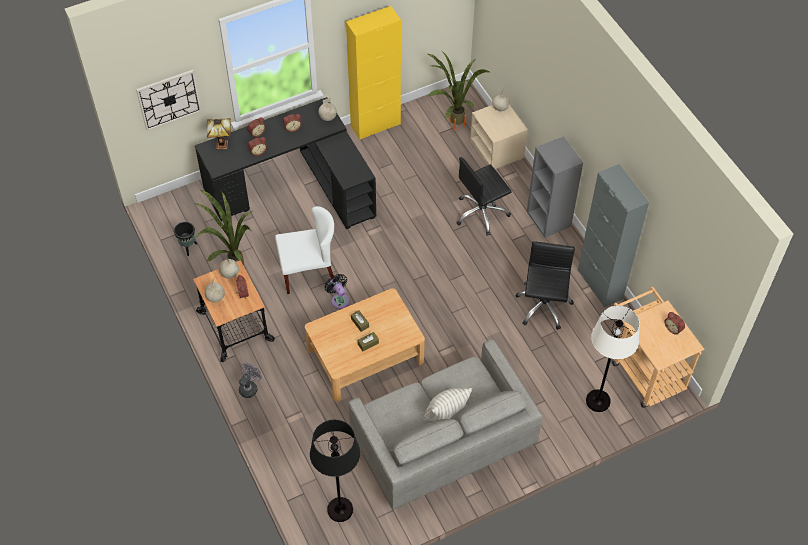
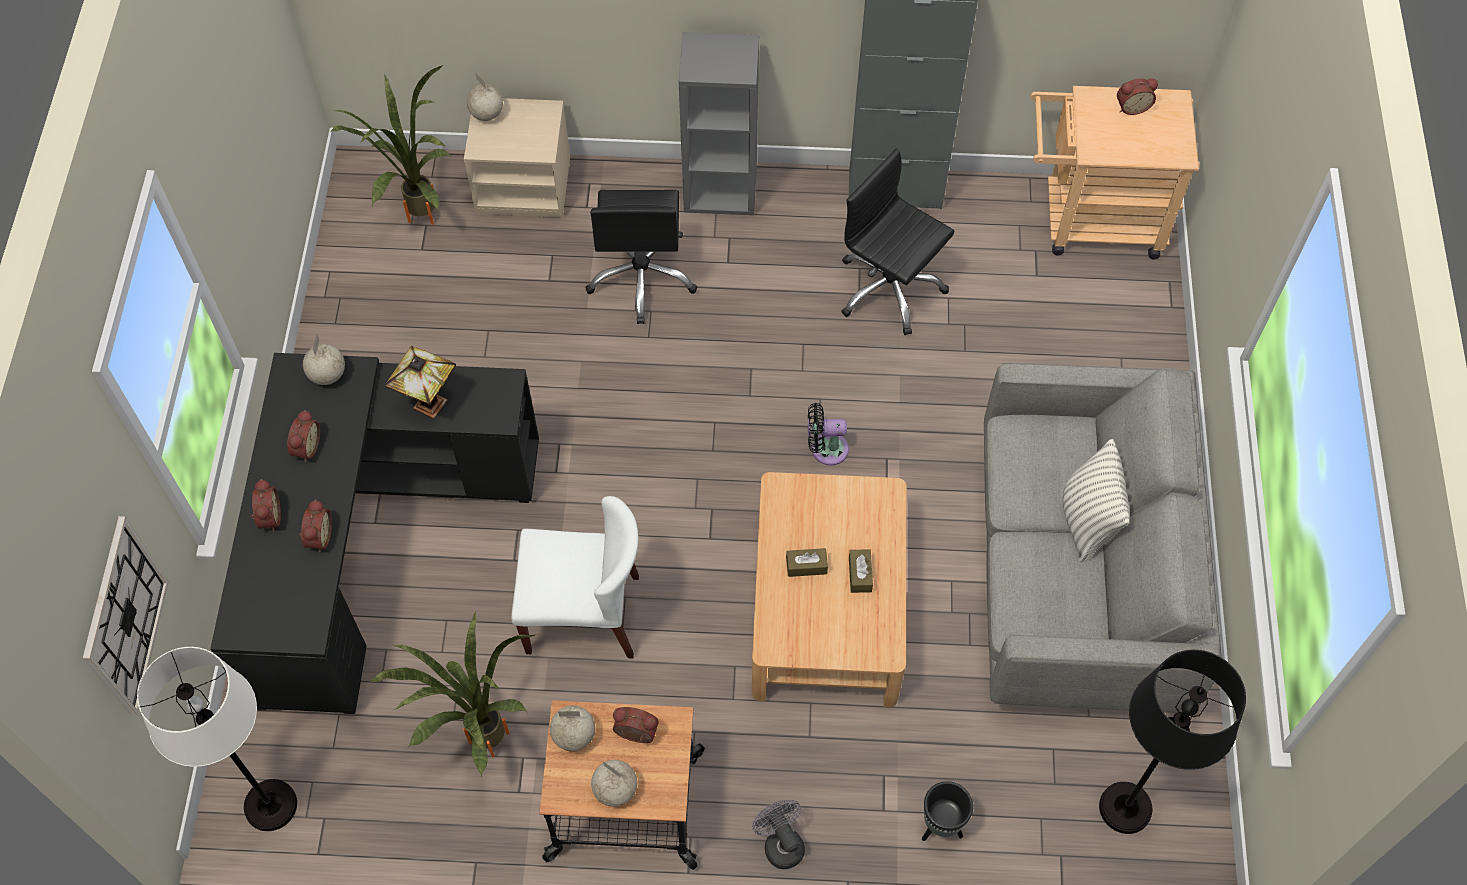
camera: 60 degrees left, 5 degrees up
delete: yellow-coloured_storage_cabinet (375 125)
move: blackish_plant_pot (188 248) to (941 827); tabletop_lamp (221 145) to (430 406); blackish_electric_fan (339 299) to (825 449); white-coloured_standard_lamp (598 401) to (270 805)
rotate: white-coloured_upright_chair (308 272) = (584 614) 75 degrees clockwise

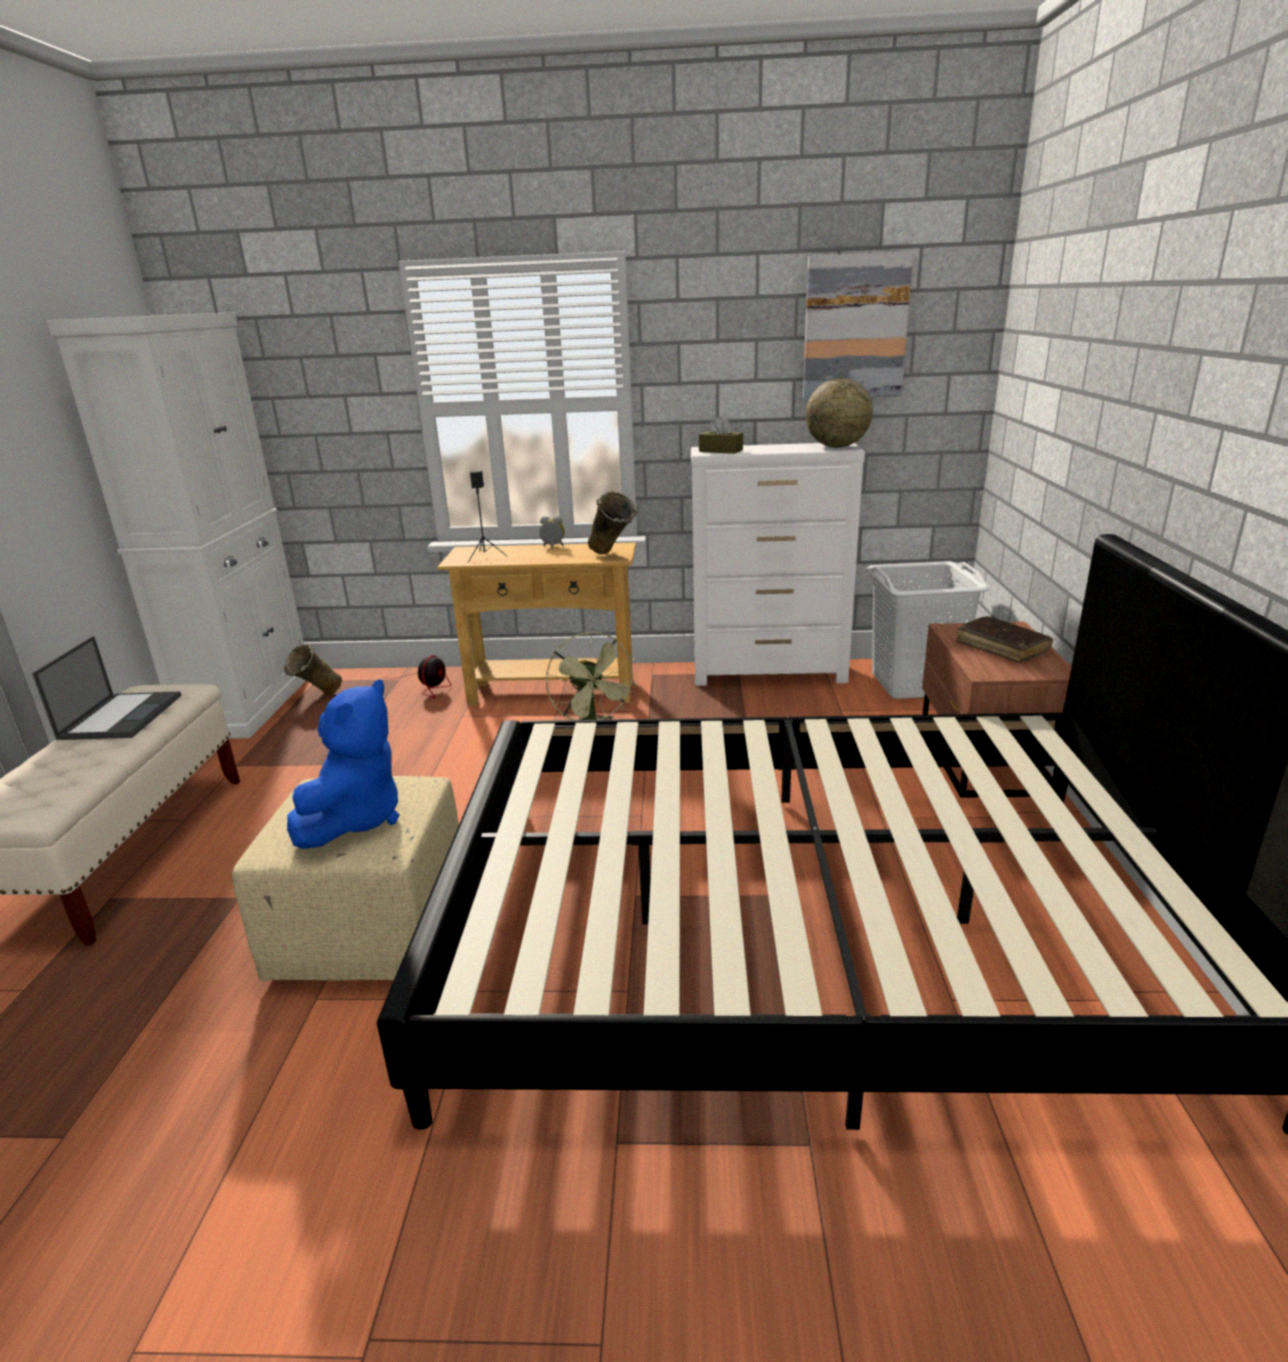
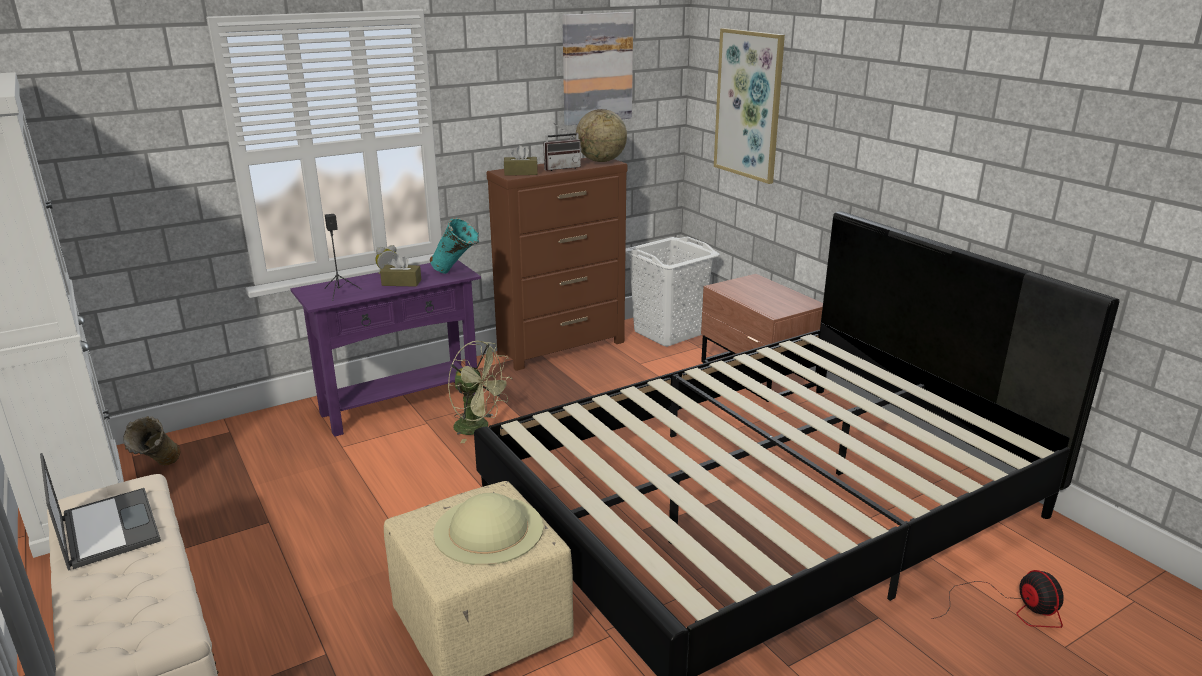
camera: 35 degrees left, 0 degrees up
delete: brown_volume (1002 647)
insert: brown_tissue_box (401 282); radio_set (561 168); wall_picture (749 105)
move: electric_fan (430 686) to (1009 609)
replace: blue_soft_toy (355 819) to beige-coloured_hat (488 529)
recolor: beige-coloured_hall_table (552 692) to purple_hall_table (401 405); beige-coloured_flower_vase (612 556) to turquoise-coloured_flower_vase (457 273); white-coloured_drawer_chest (770 674) to brown_drawer_chest (563 348)

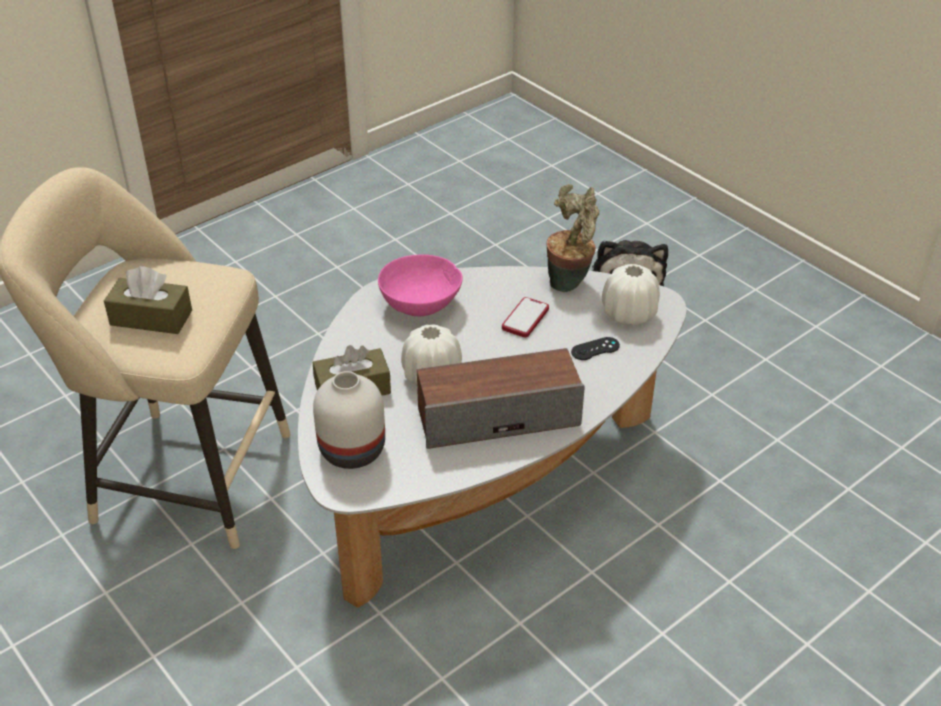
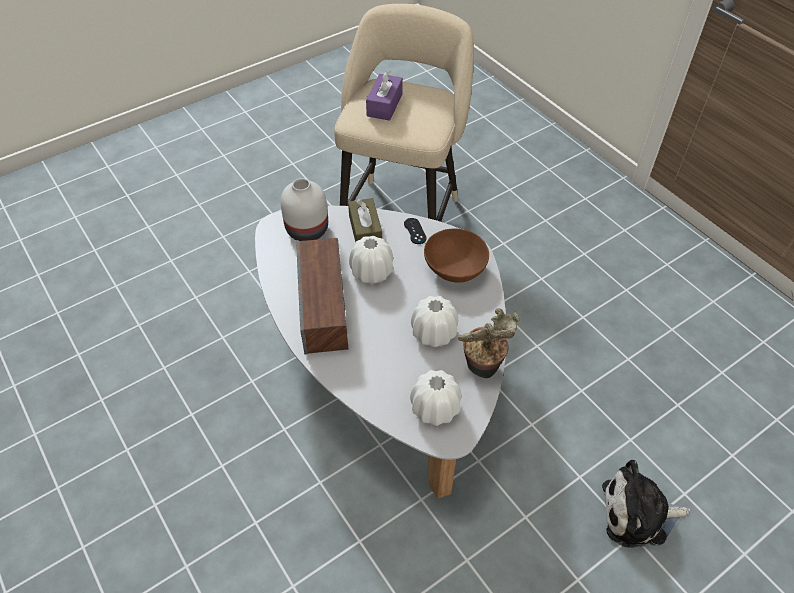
camera: 95 degrees right, 10 degrees up
move: blackish_game_controller (595 349) to (415 231)
replace: handset (525 318) to white-coloured_flower_vase (433 333)
recolor: brown_tissue_box (151 318) to purple_tissue_box (384 105); pink-coloured_bowl (420 305) to brown_bowl (455 269)

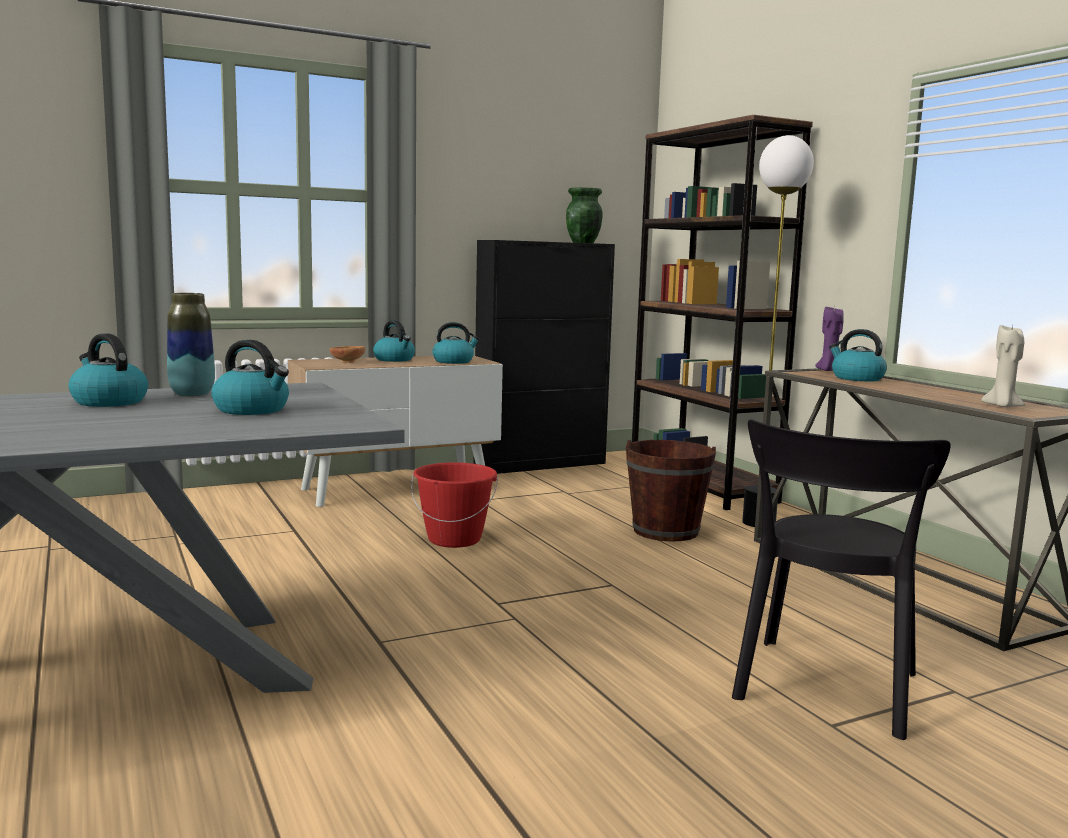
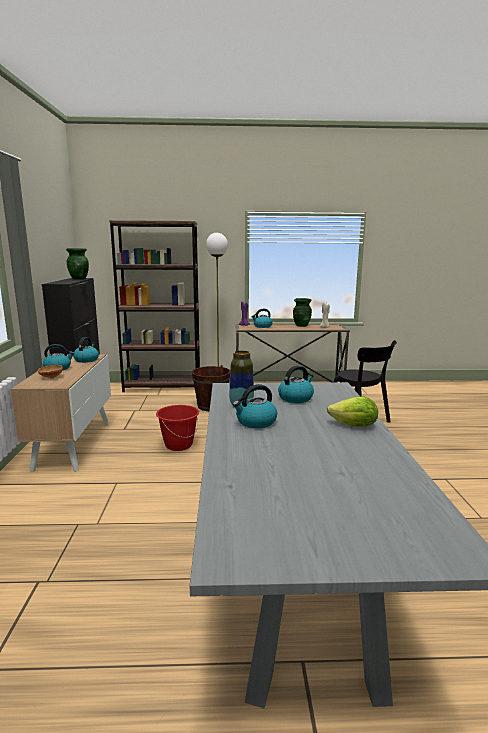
camera: 65 degrees left, 5 degrees up
insert: greenish_flower_vase (301 325); lettuce (354 426)

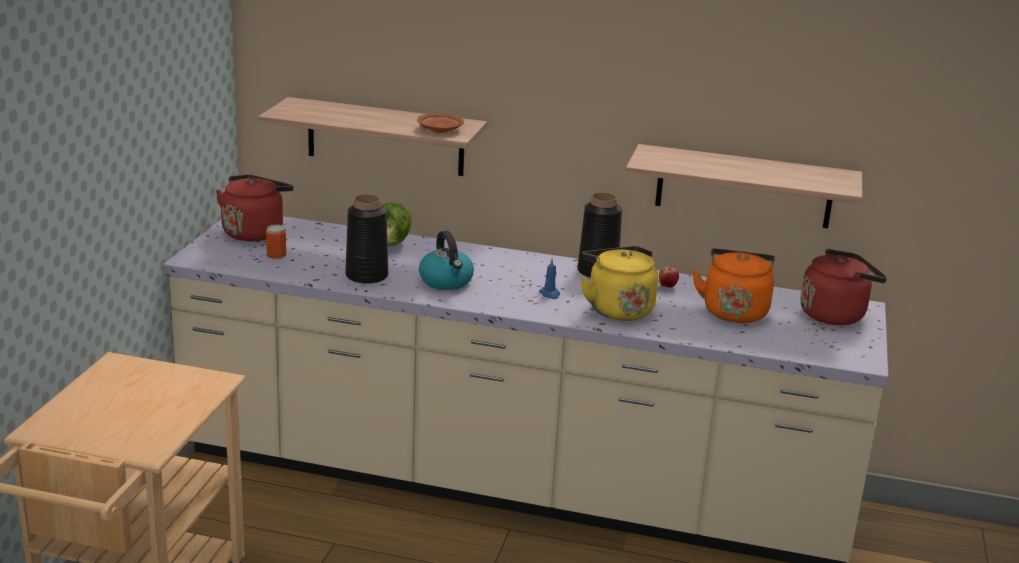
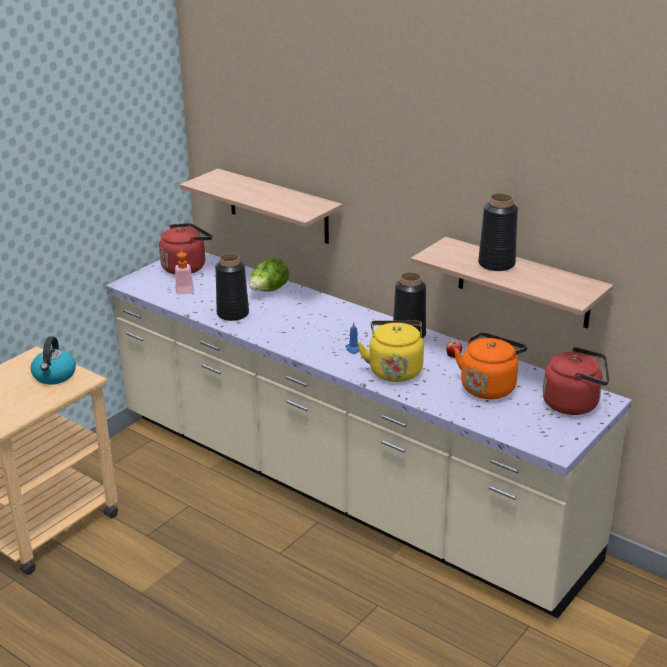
camera: 25 degrees right, 5 degrees up
delete: brown_flat_dish (439 130)
insert: blackish_flower_vase (496 264)
move: water_kettle (446 281) to (54 376)
replace: can (276 256) to soap_bottle (184 288)

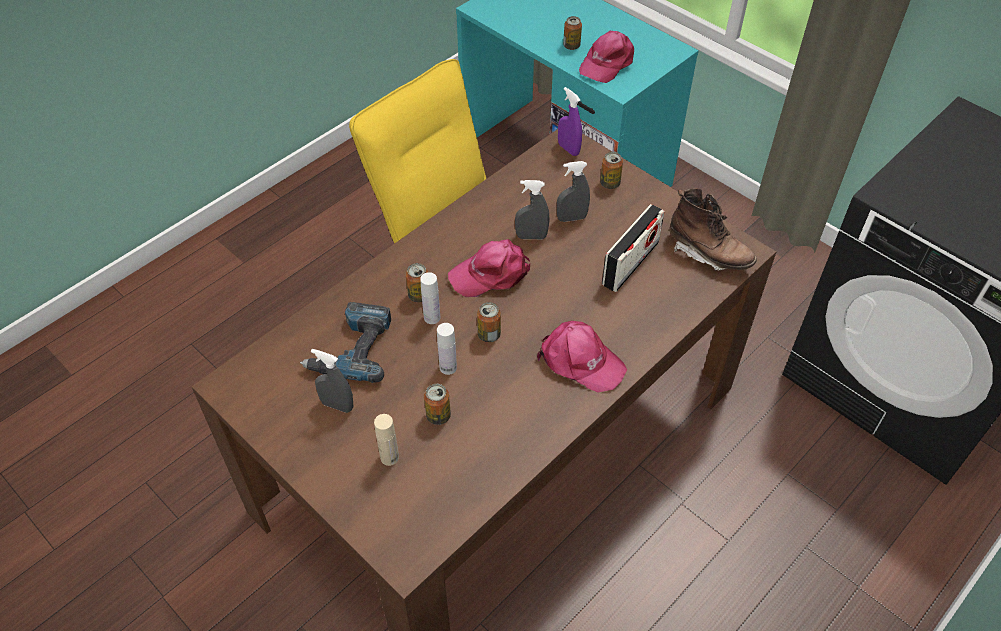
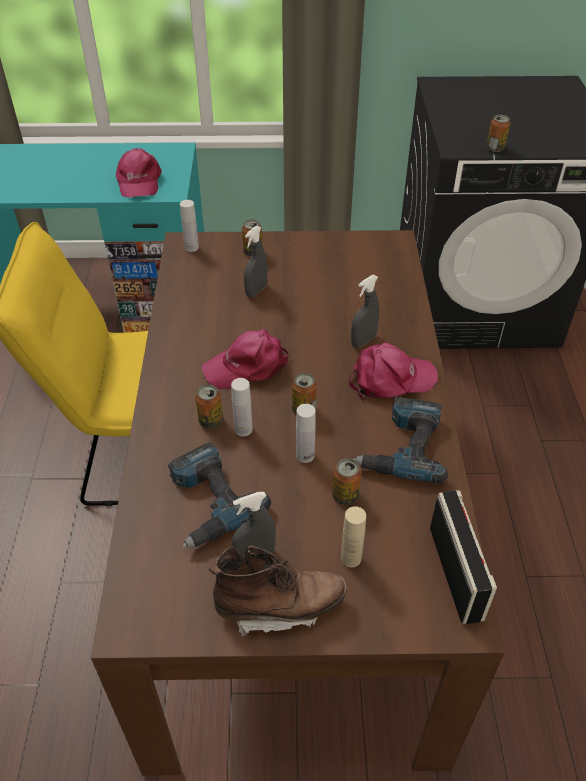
camera: 45 degrees left, 5 degrees down
insert: electric_drill (402 446)
move: grey_spray_bottle (531 236) to (363 341); can (571 46) to (495 148); radio_set (630 264) to (455 572); brown_high-top_boot (708 254) to (279 606)
replace: purple_spray_bottle (568 149) to white-coloured_drink_bottle (191 247)
rotate: pink-coloured_peaked_cap (491 273) = (247 366) 45 degrees clockwise

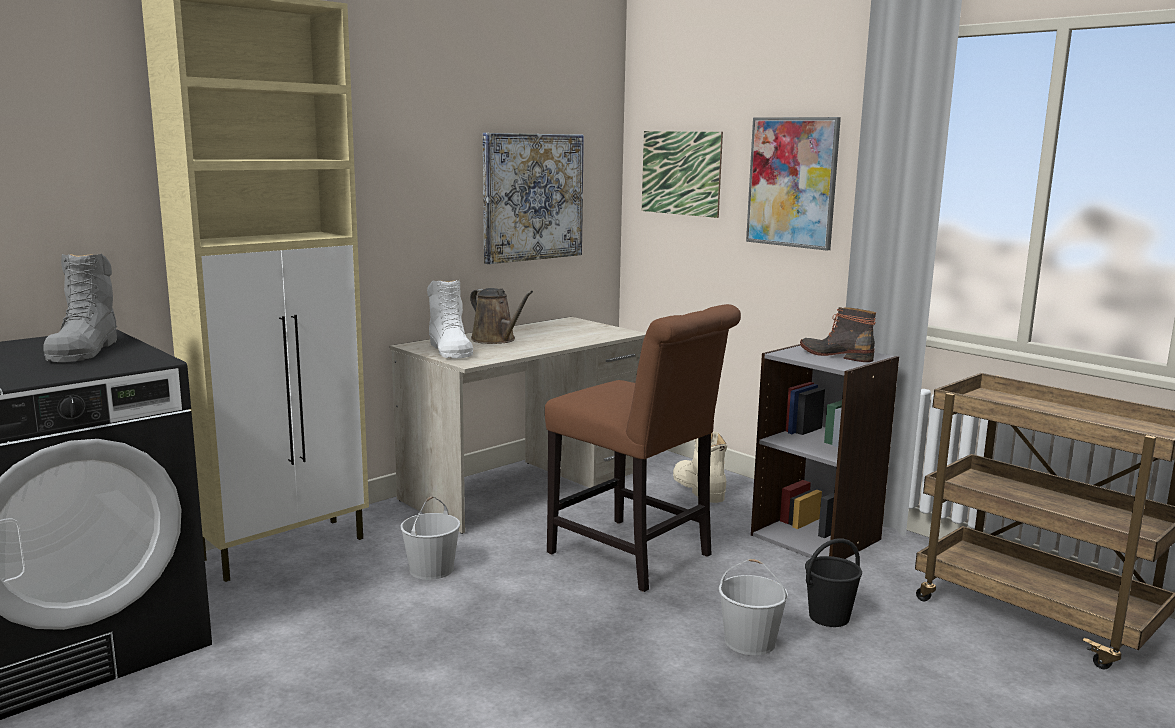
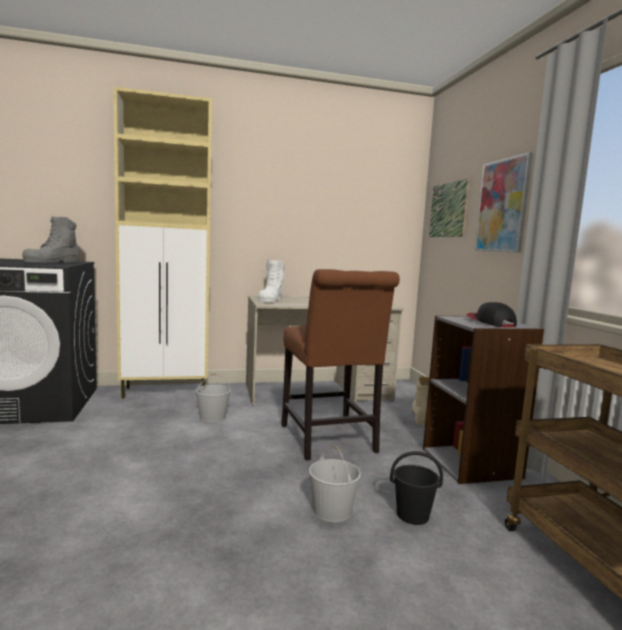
camera: 30 degrees right, 5 degrees down
delete: brown_watering_pot (496 340); wall_picture (532 197)
replace: high-top_boot (836 355) to peaked_cap (490 322)

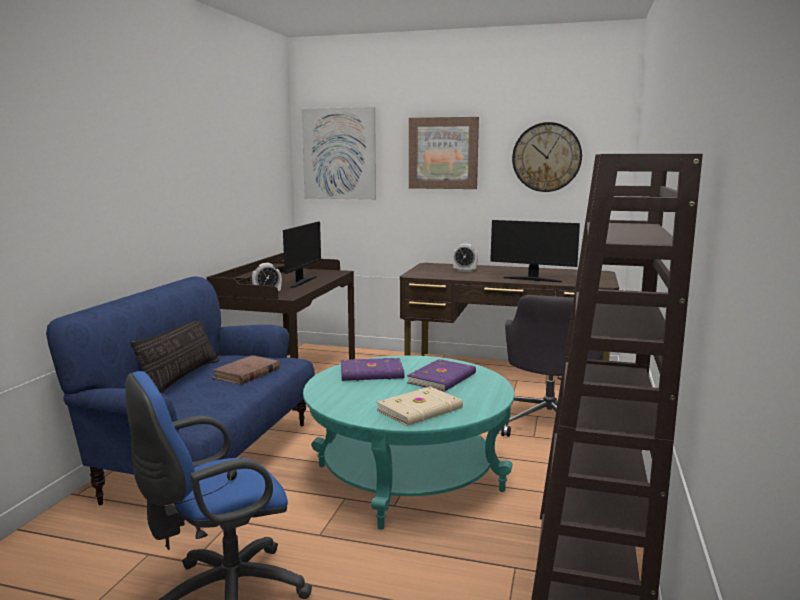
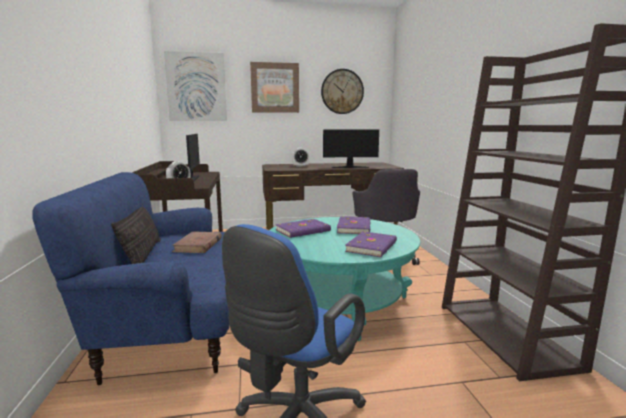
camera: 25 degrees left, 0 degrees up
recolor: beige-coloured_volume (421 410) to purple_volume (372 247)

